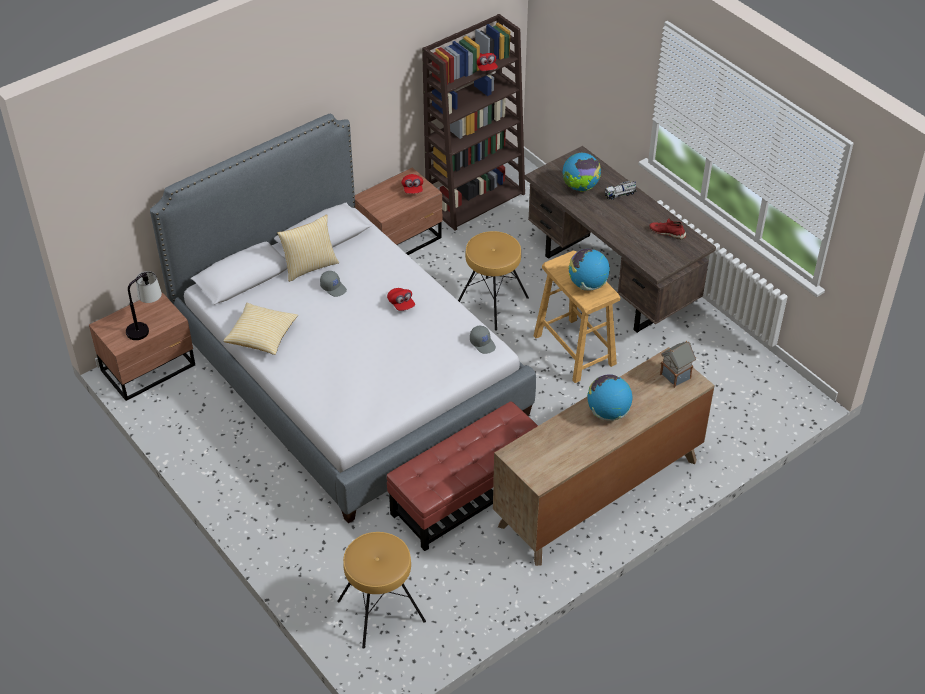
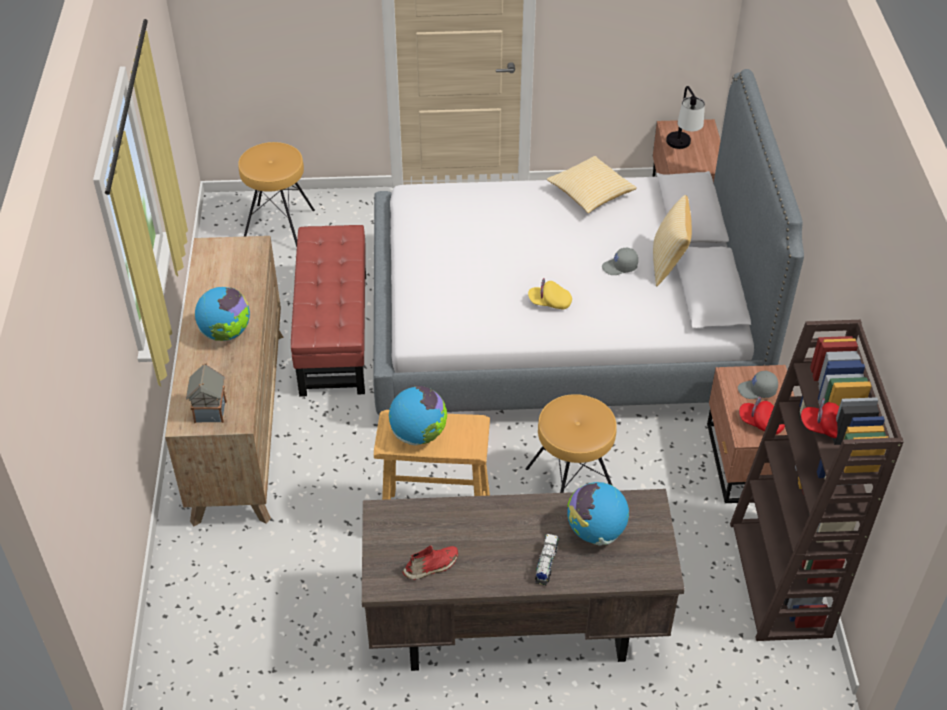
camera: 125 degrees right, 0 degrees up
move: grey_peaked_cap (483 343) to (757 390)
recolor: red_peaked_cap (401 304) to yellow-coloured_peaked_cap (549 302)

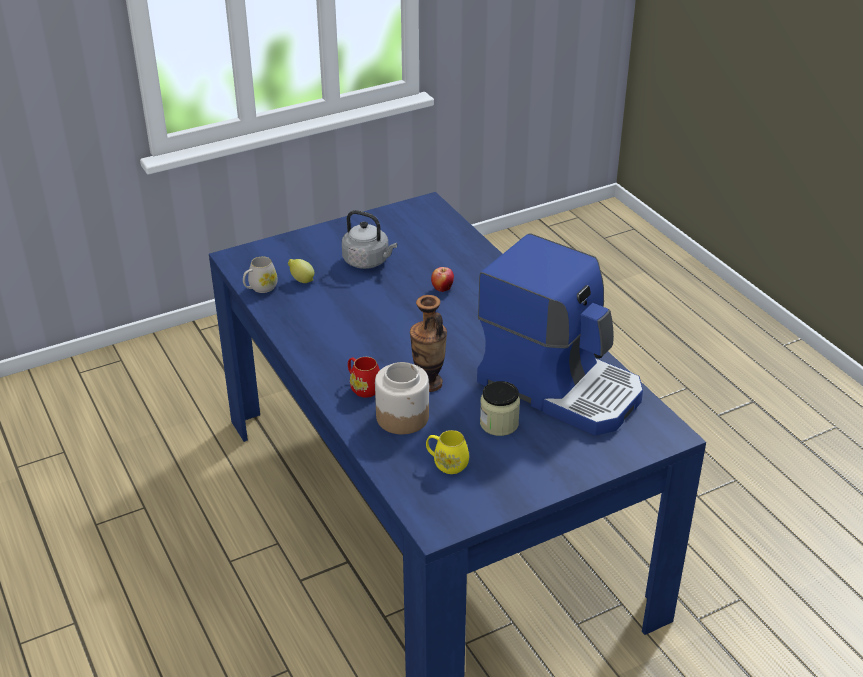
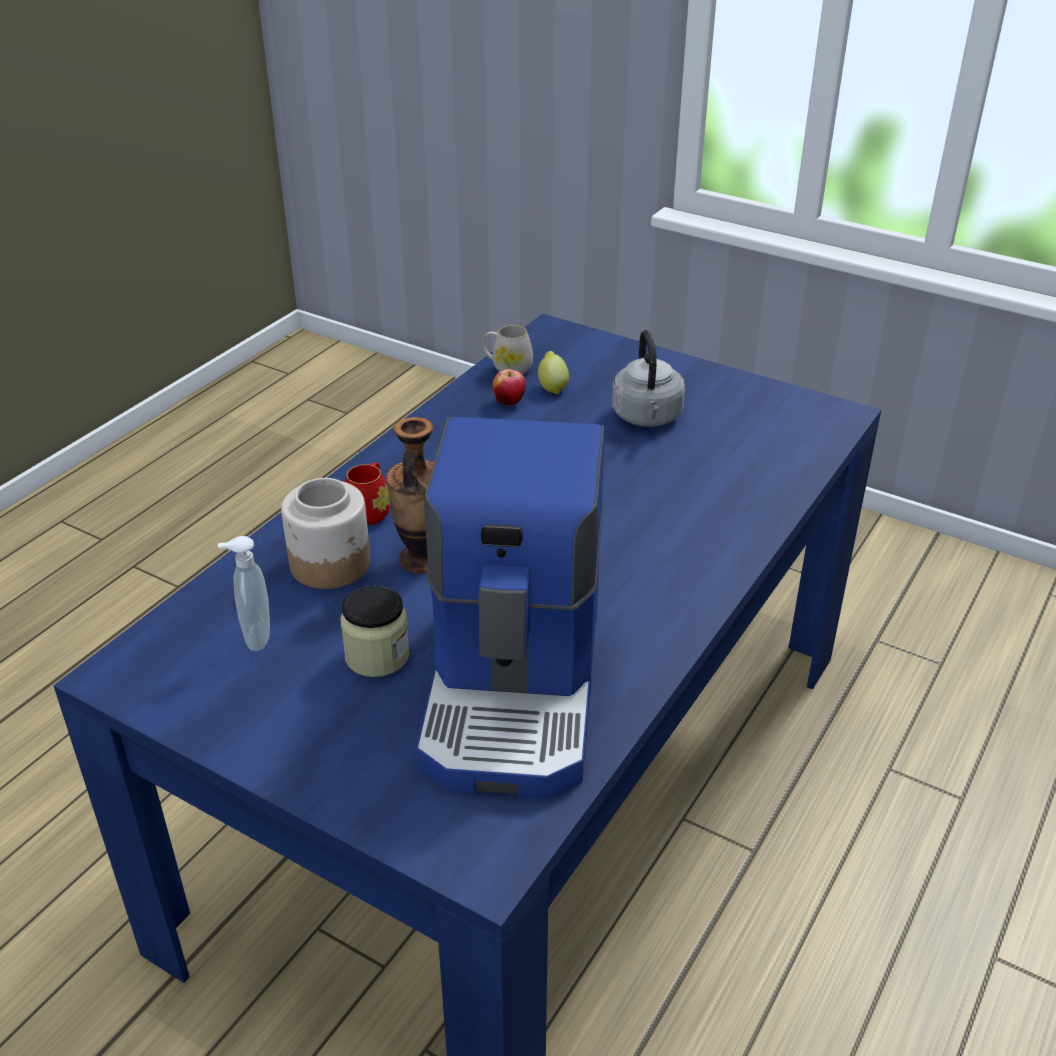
camera: 60 degrees right, 0 degrees up
move: apple (442 289) to (509 402)
replace: yellow-coloured_tea_mug (446 463) to soap_bottle (255 637)

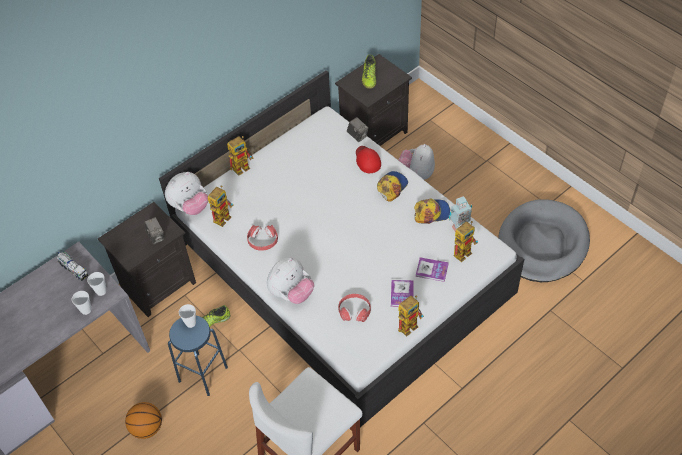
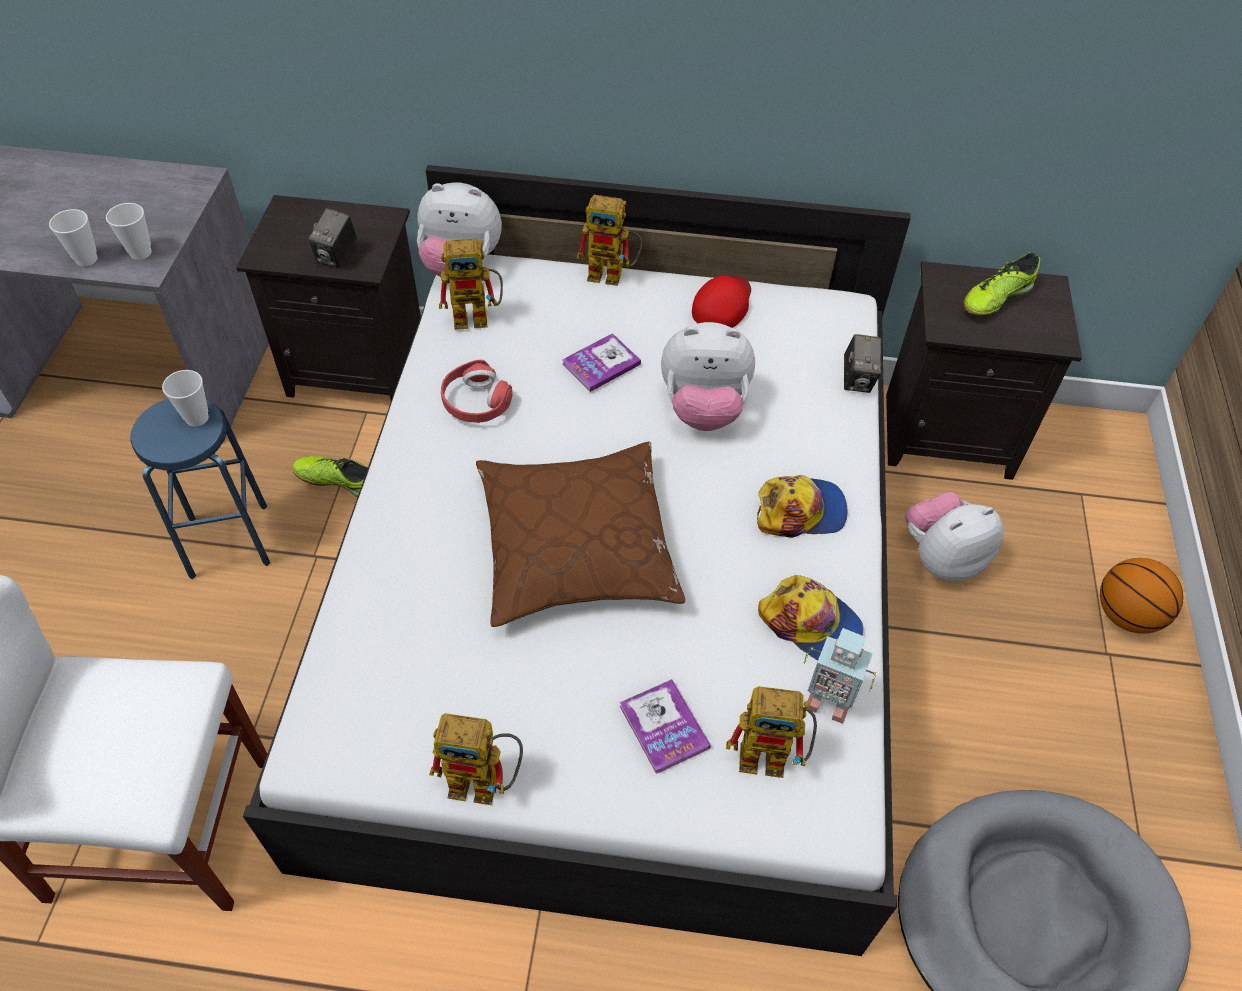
camera: 45 degrees right, 0 degrees up
delete: model_truck (73 269); red_headphones (354 310)
insert: brown_cushion (576 545)
move: ball_for_basketball (147 428) to (1126 614); soft_toy (291 293) to (703 409); red_peaked_cap (367 160) to (723 304); volume (402 294) to (601 364)

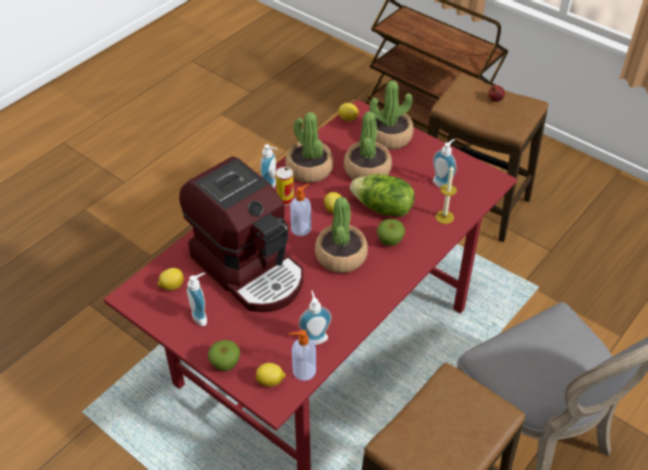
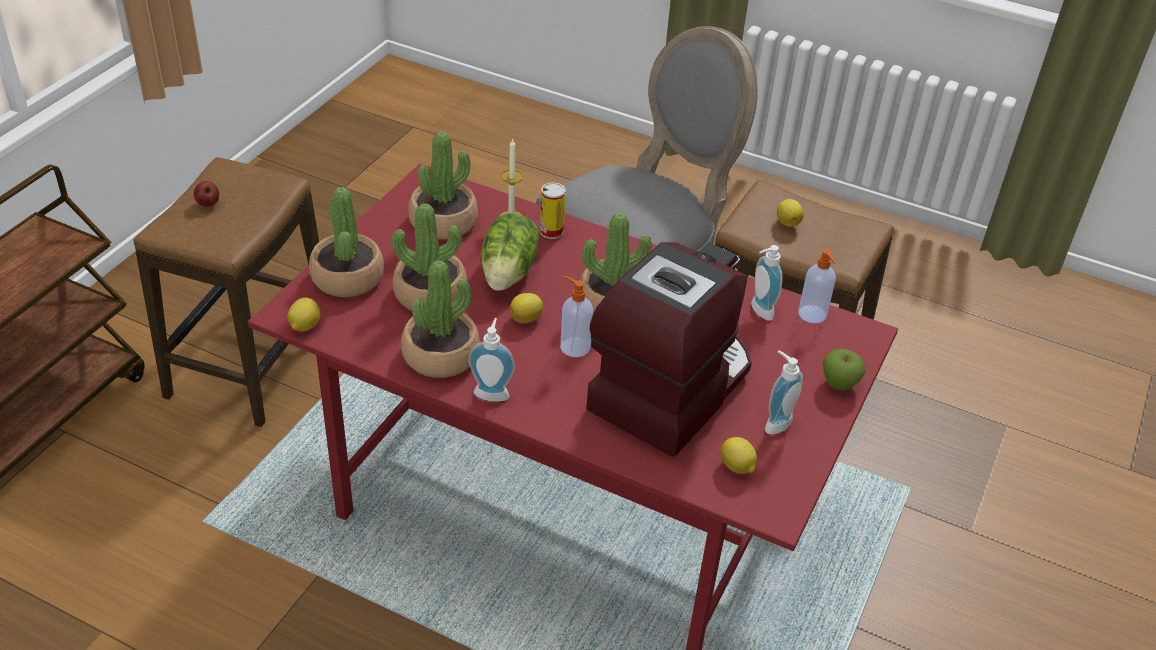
camera: 105 degrees left, 5 degrees down
delete: apple (390 241)
move: whole_lemon (270 381) to (787 222); can (285 199) to (551 231)
replace: soap_bottle (443 183) to potted_plant (443 222)

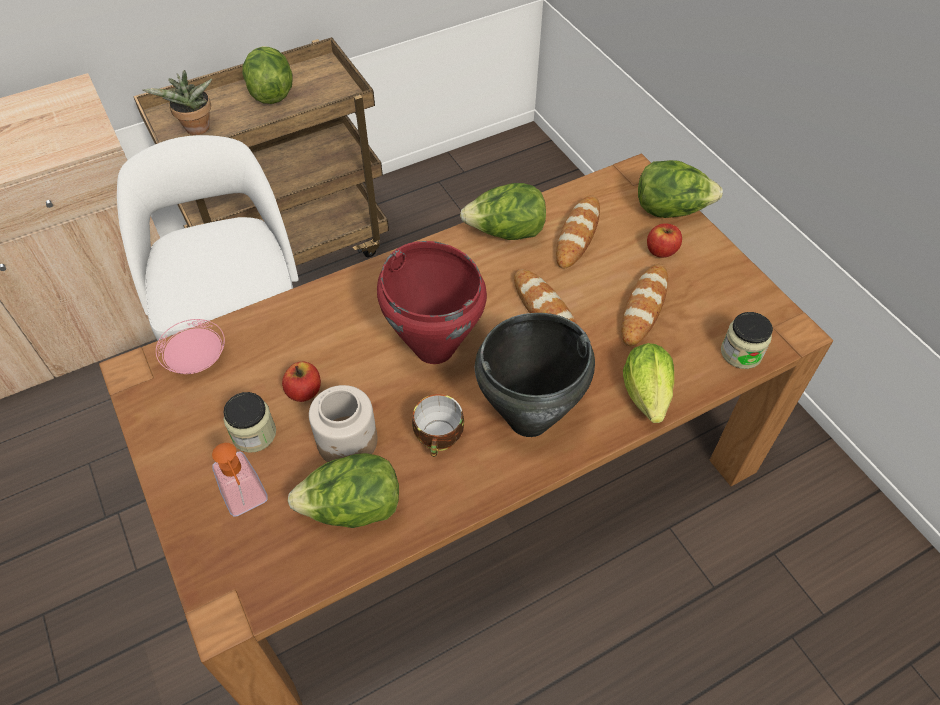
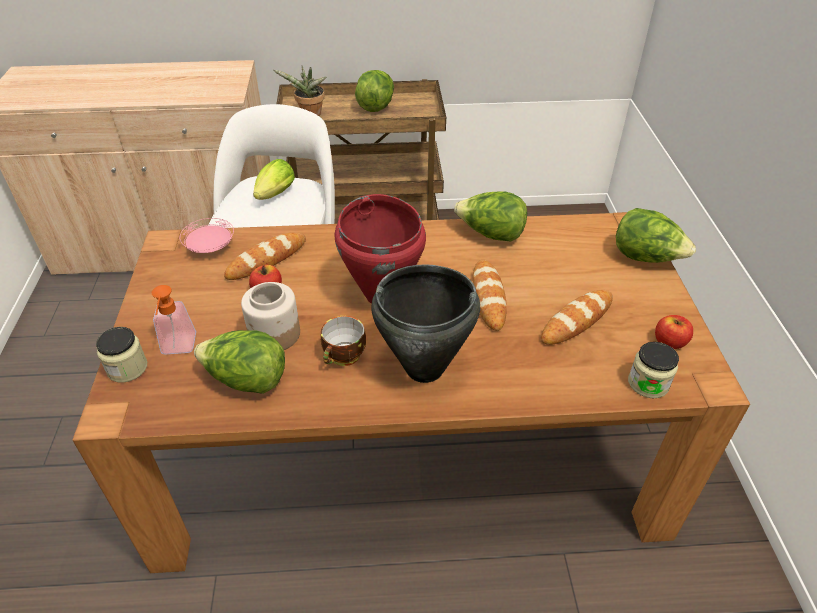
camera: 25 degrees right, 10 degrees down
move: preserve_jar (254 434) to (127 368); baked_bread (577 234) to (267 259); lettuce (647 398) to (274 196); apple (661 250) to (669 342)

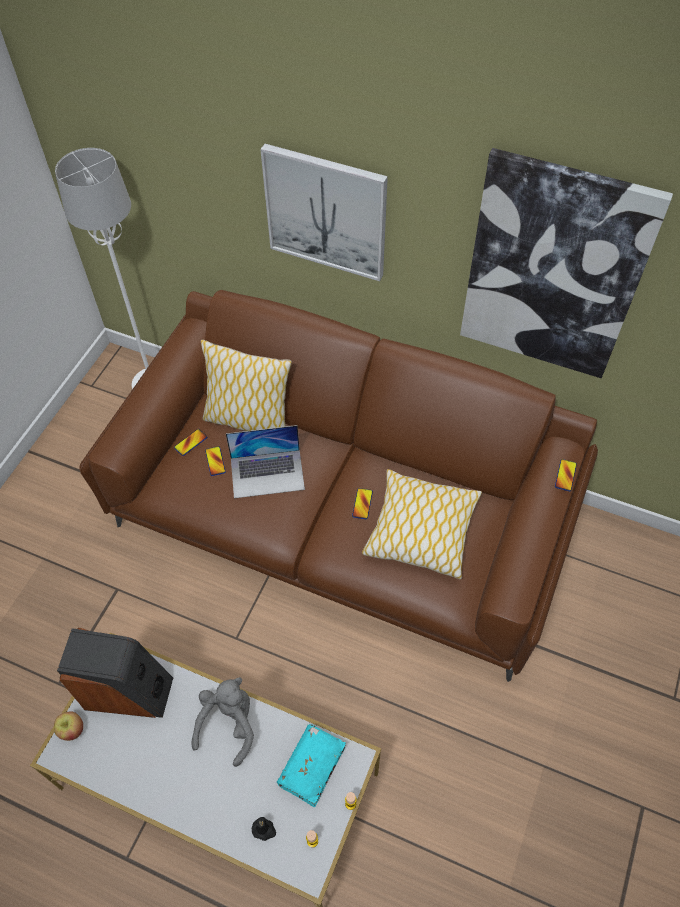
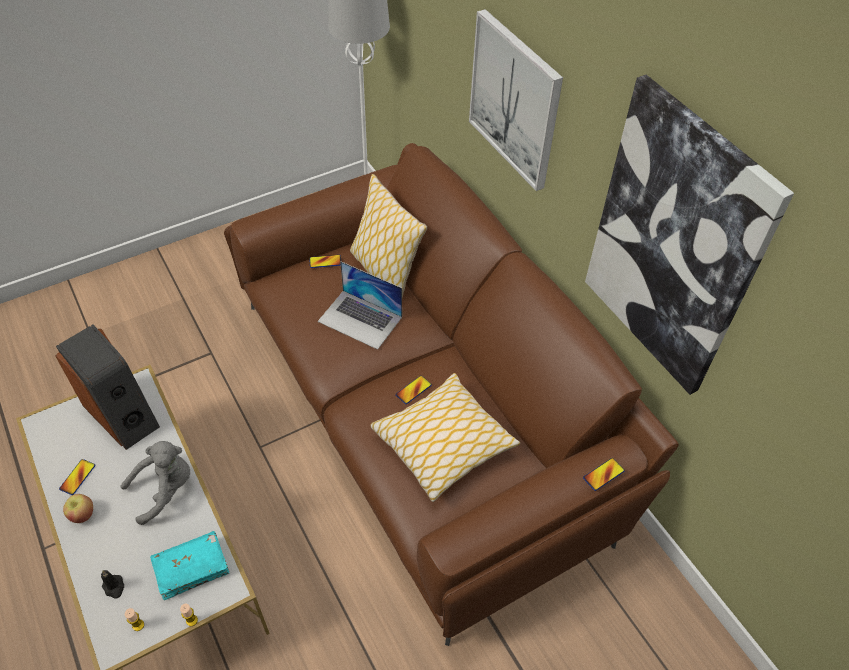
camera: 35 degrees right, 5 degrees down
move: apple (72 730) to (82 514); handset (215 461) to (77 477)

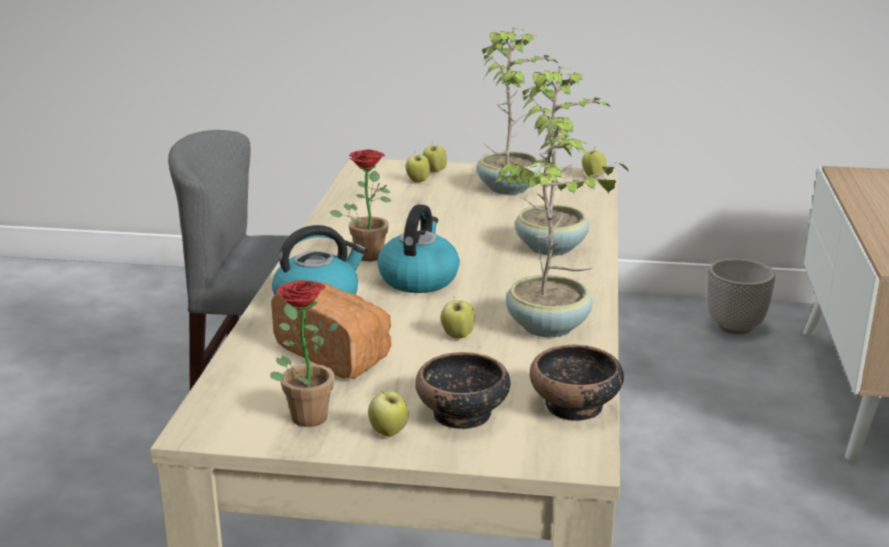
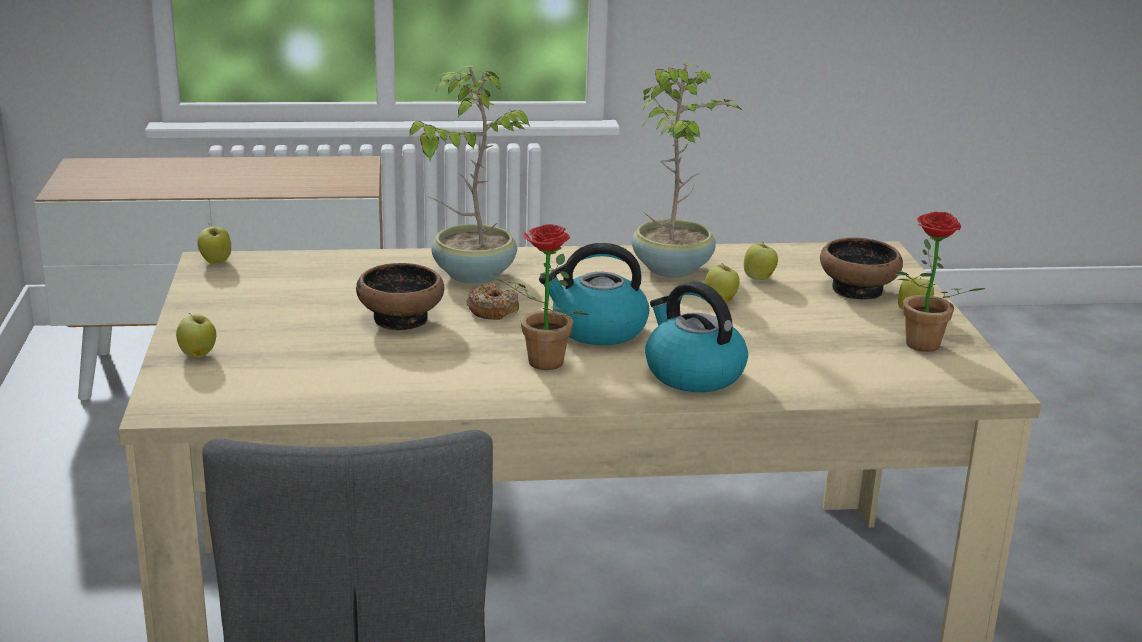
camera: 105 degrees left, 0 degrees up
delete: baked_bread (336 353); potted_plant (509 188); plant_pot (735 327)
insert: donut (492 310)
move: apple (417 181) to (759 278); bowl (575 406) to (401 319)

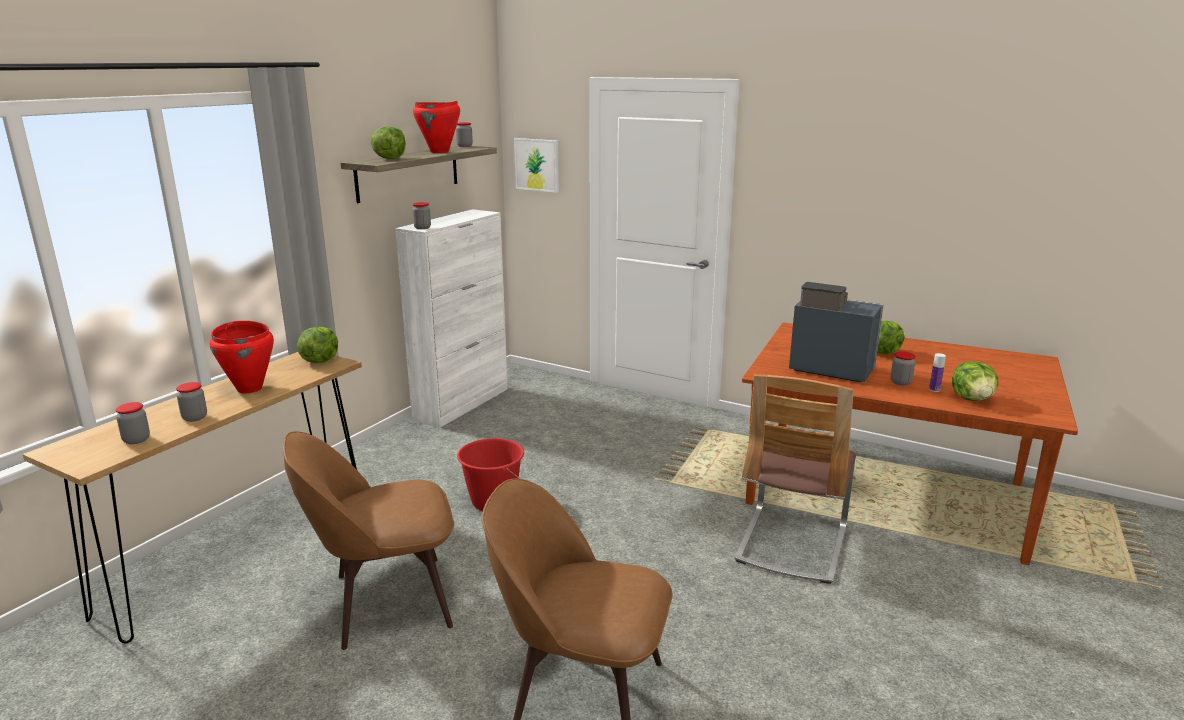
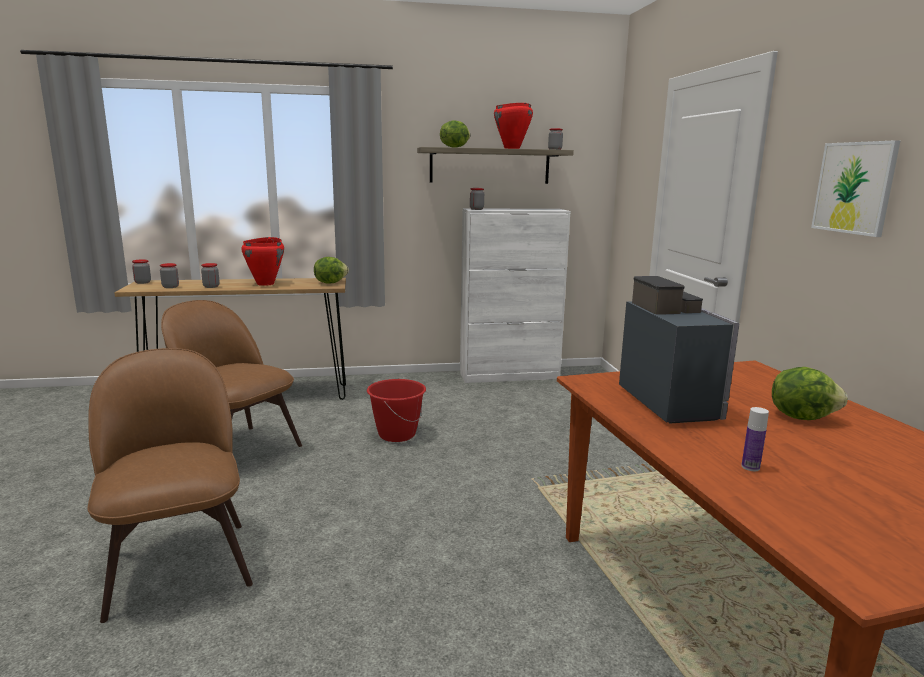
camera: 50 degrees right, 5 degrees down
delete: upright_chair (792 543); lettuce (972 399)
move: wall_picture (537 165) to (854 188); preserve_jar (900 382) to (142 282)

